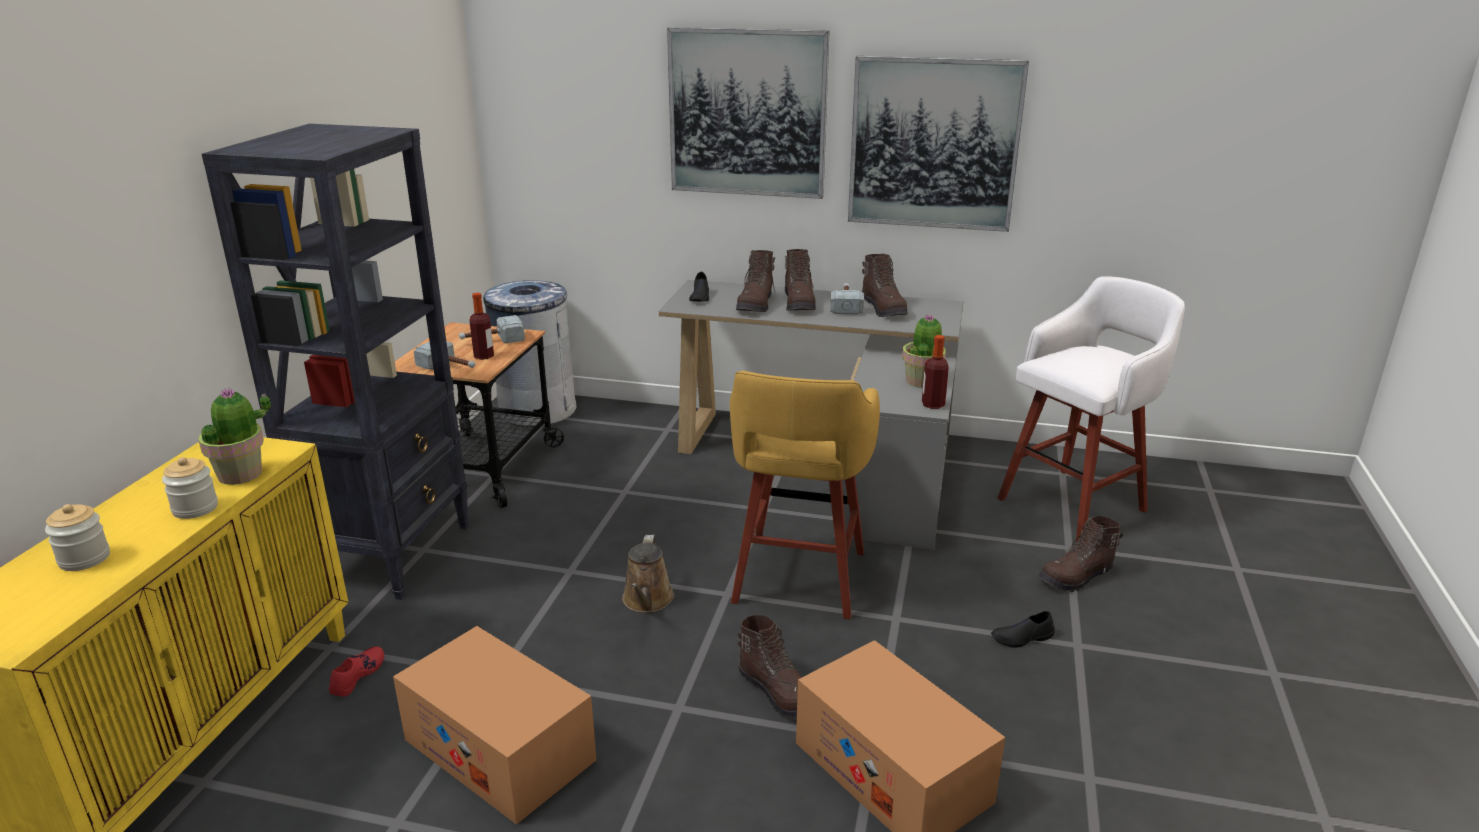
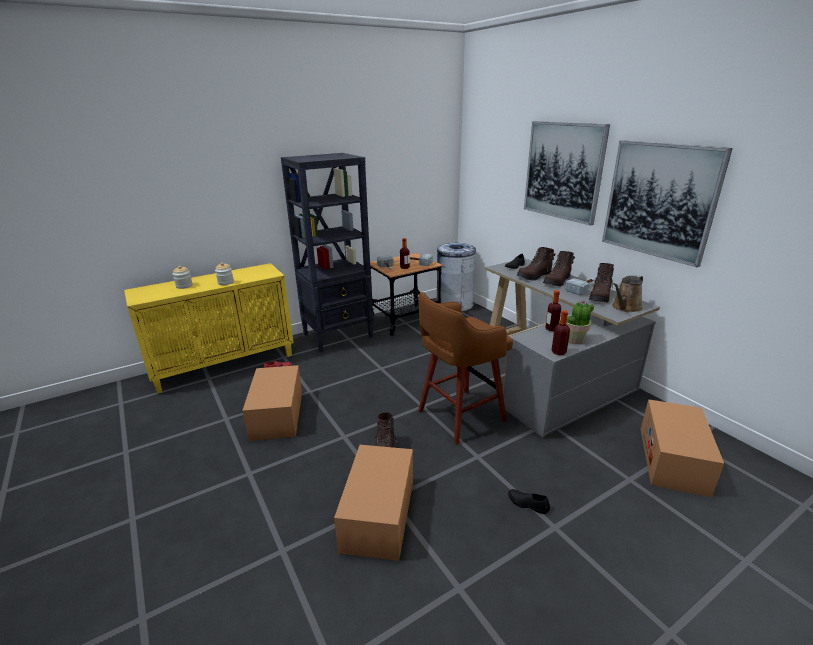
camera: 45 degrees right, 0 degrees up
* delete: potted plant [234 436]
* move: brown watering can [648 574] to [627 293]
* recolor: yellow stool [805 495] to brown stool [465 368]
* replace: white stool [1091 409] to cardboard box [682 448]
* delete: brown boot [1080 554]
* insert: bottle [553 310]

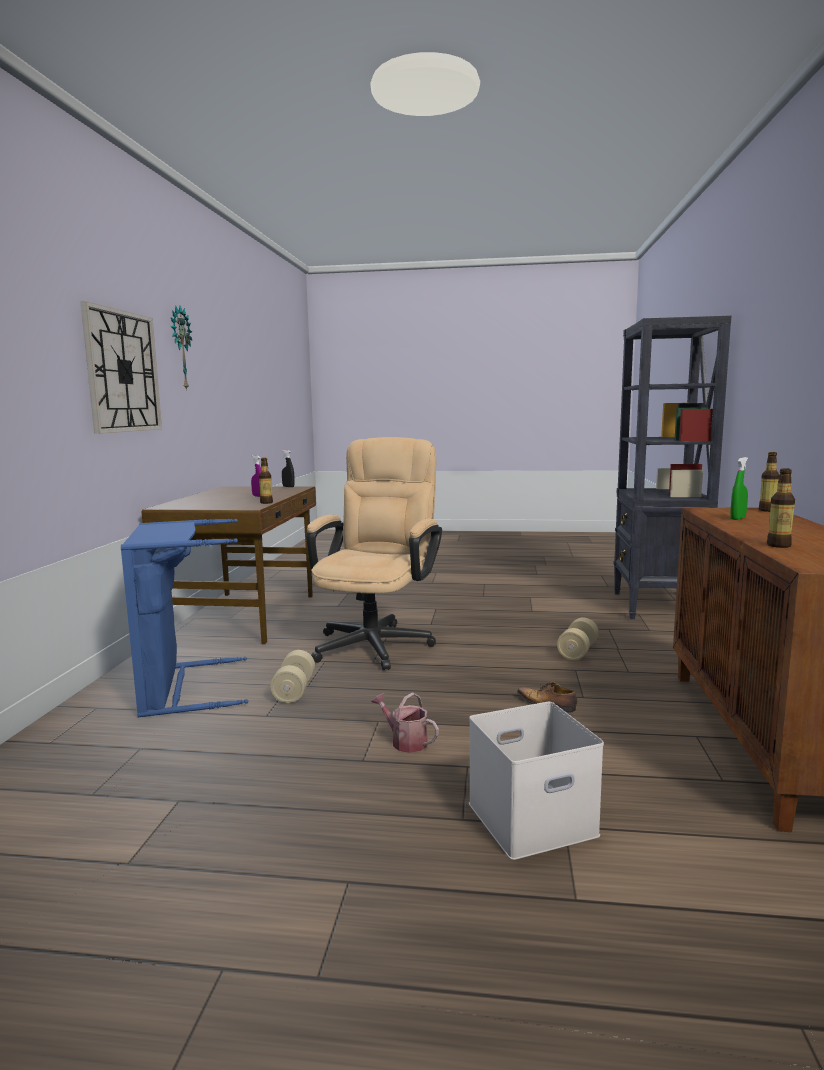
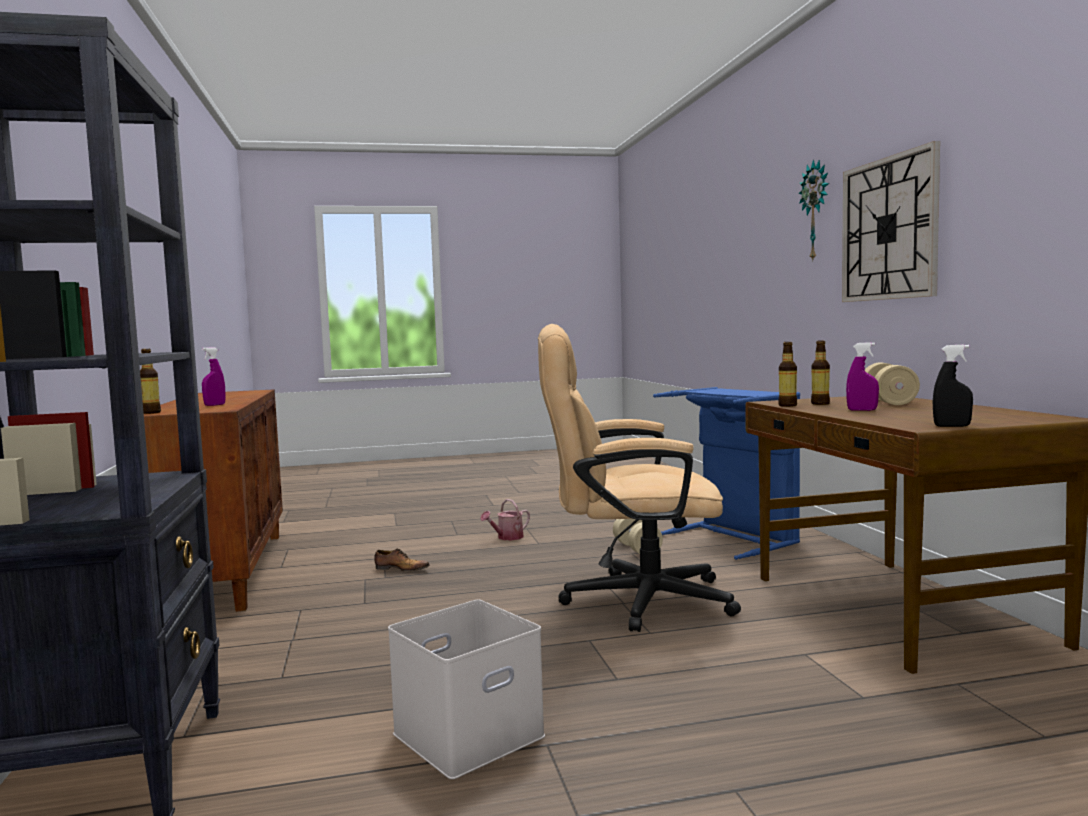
camera: 160 degrees right, 5 degrees down
* move: wall clock [181 348] to [813 211]
* rotate: beige office chair [374 553] = [639 478] 90 degrees clockwise
* rotate: watering can [405 722] = [505 519] 120 degrees clockwise
* move: white storage box [536 781] to [466 689]
* move: beige dumbbell [578 639] to [892 383]
* recolor: green spray bottle [739 488] to purple spray bottle [213 376]
* move: bottle [781 508] to [820 372]

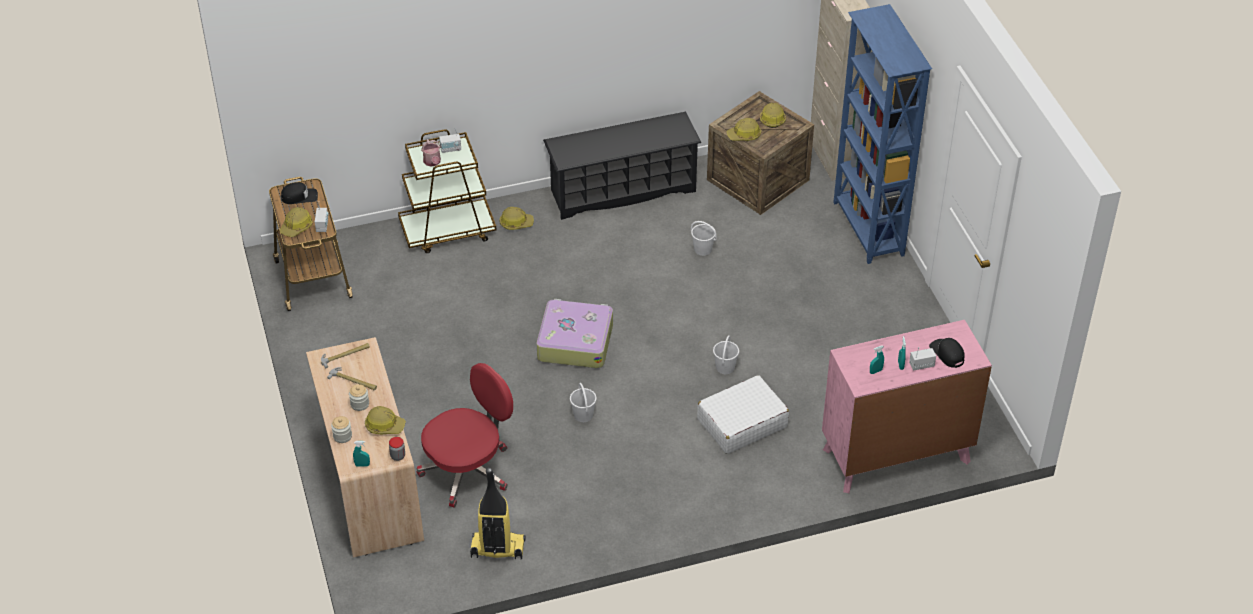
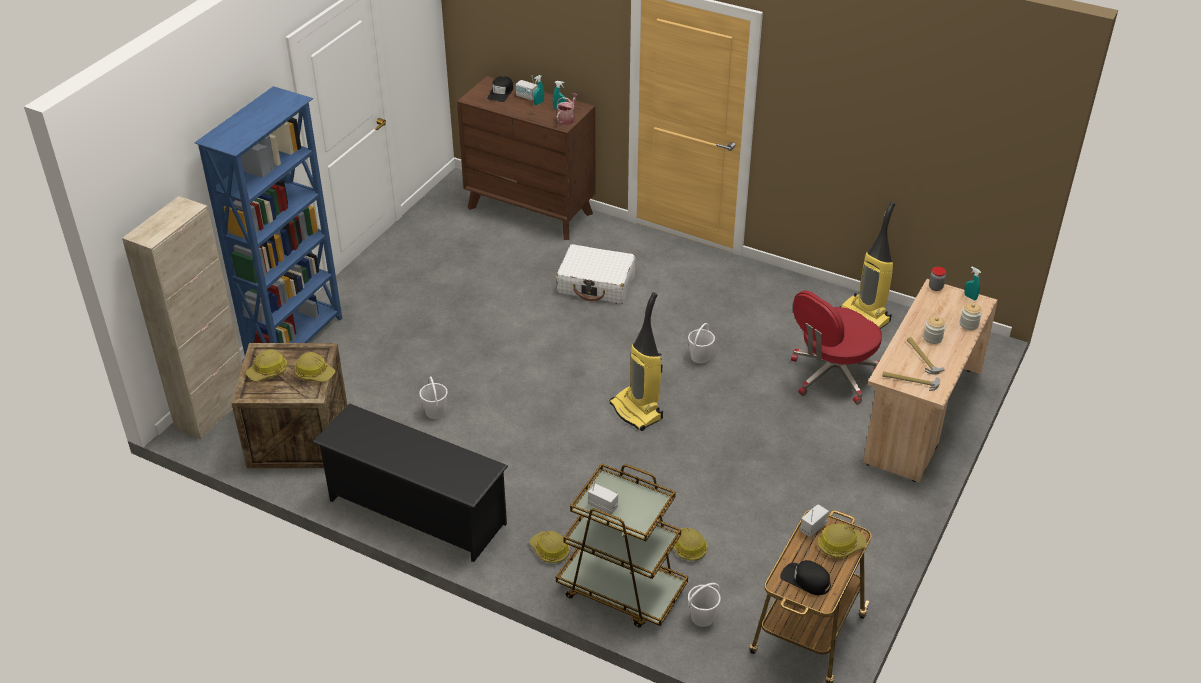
camera: 135 degrees left, 5 degrees down
* move: hard hat [385 420] to [691 544]
* rotate: red office chair [465 435] = [836 347] 45 degrees counterclockwise
* move: watering can [431 153] to [568 109]
* replace: suitcase [575 333] to vacuum cleaner [636 361]
* move: white bucket [726 354] to [704 605]
* recolor: pink dresser [907 406] to brown dresser [526 158]

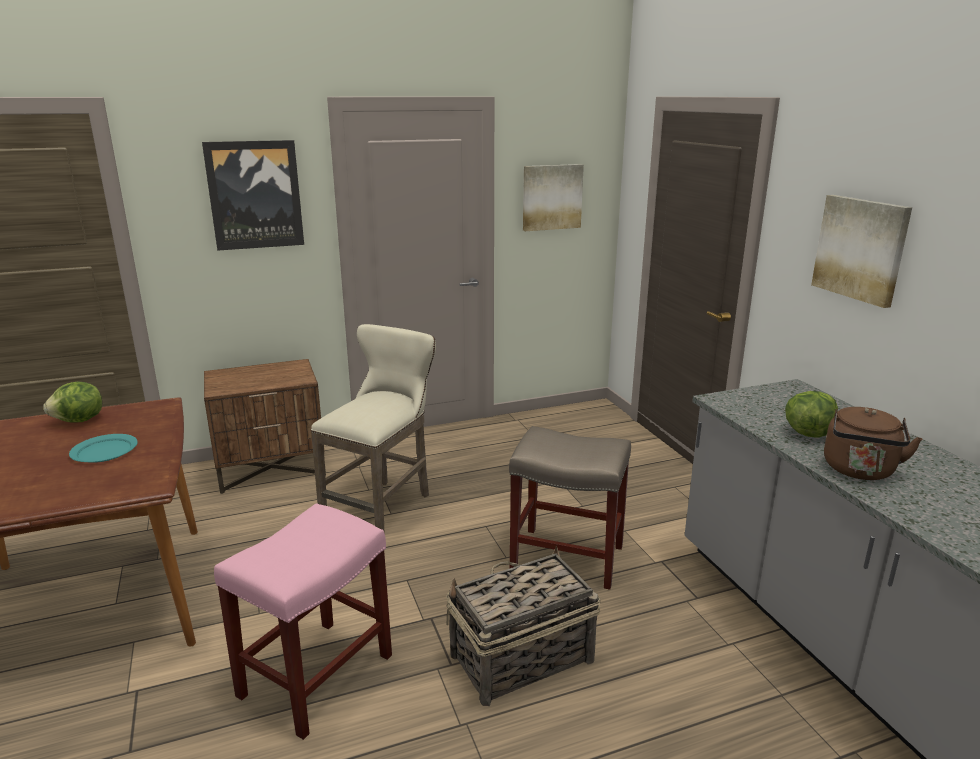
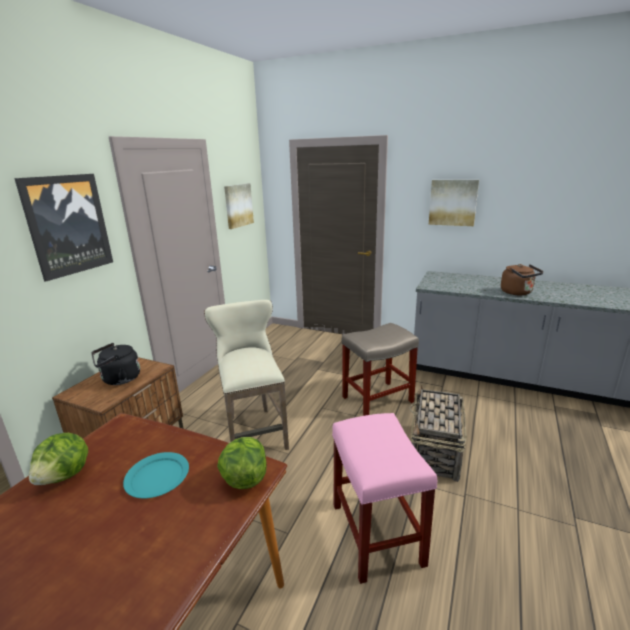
camera: 45 degrees left, 0 degrees up
* move: lettuce [811 414] to [242 463]
* insert: black kettle [115 364]

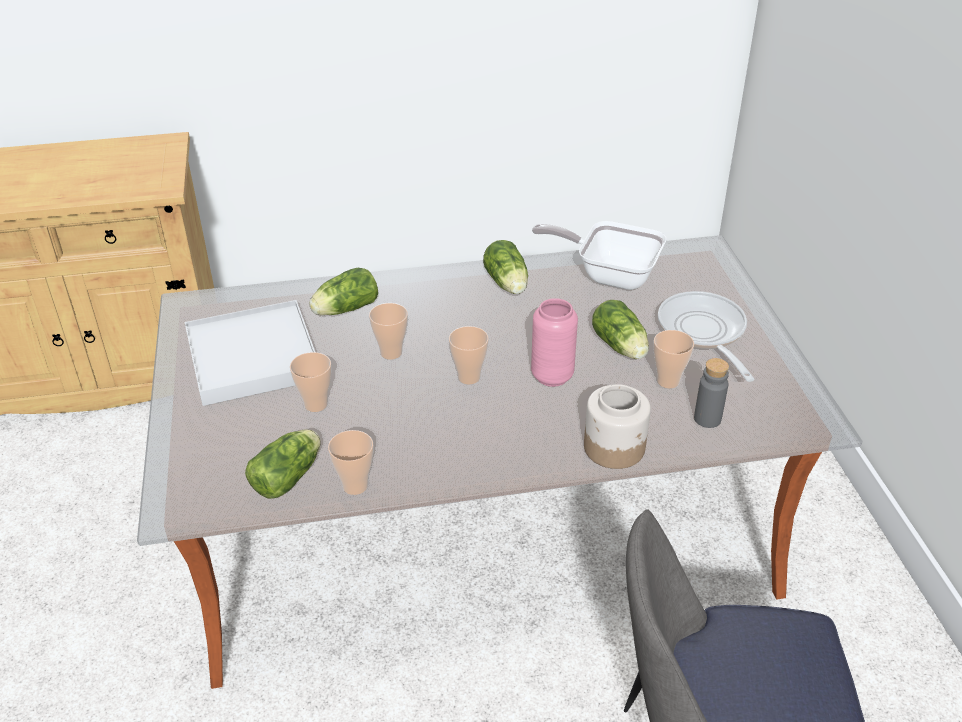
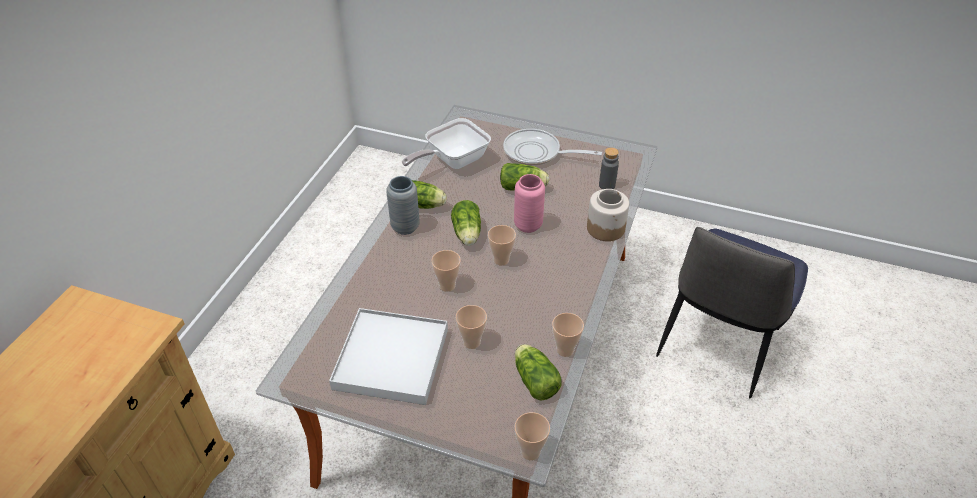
camera: 60 degrees left, 5 degrees up
* move: lettuce [343 291] to [466 223]
* move: cup [673 359] to [532 436]
* insert: grey vase [403 205]

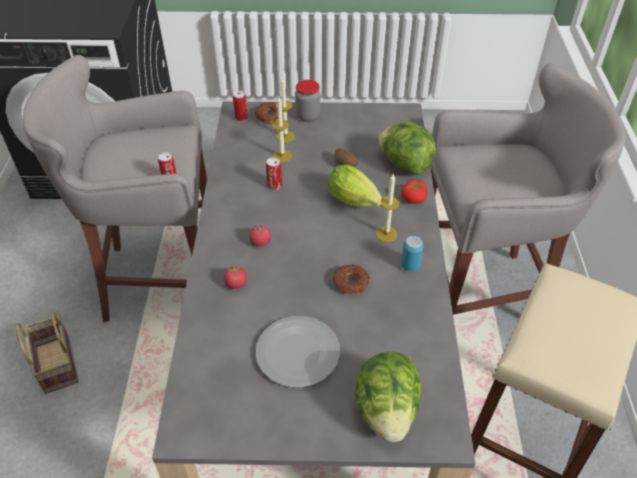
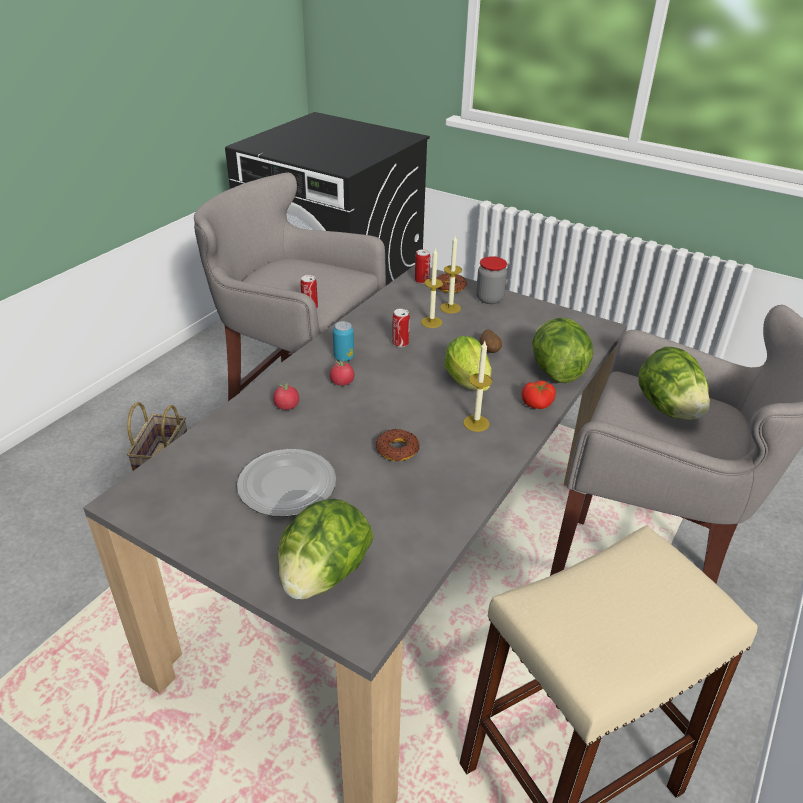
camera: 30 degrees right, 10 degrees down
* move: can [412 254] to [343 341]
* insert: lettuce [674 383]

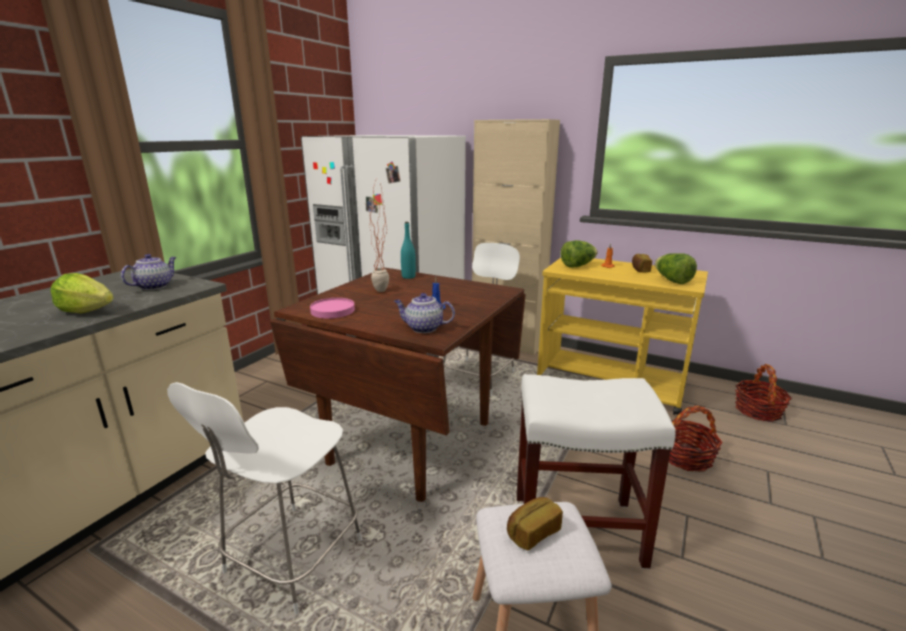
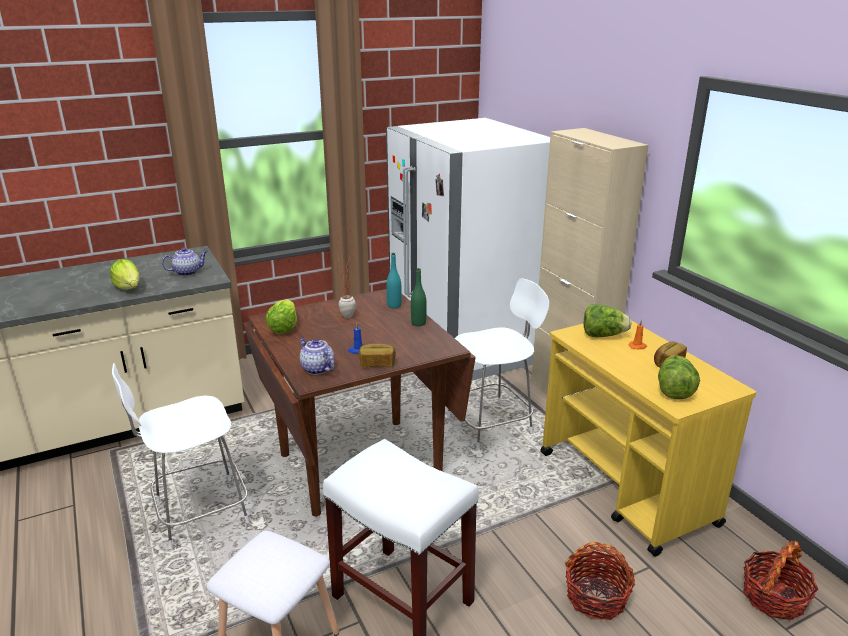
camera: 35 degrees right, 5 degrees up
* replace: pink plate [332 308] to lettuce [281 316]
* move: bread [535 524] to [377 355]
* insert: green bottle [418 297]

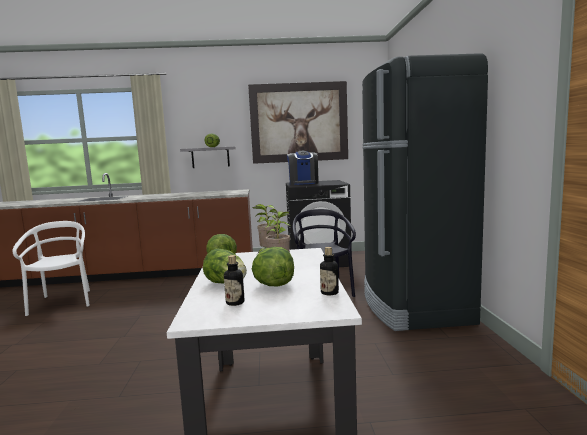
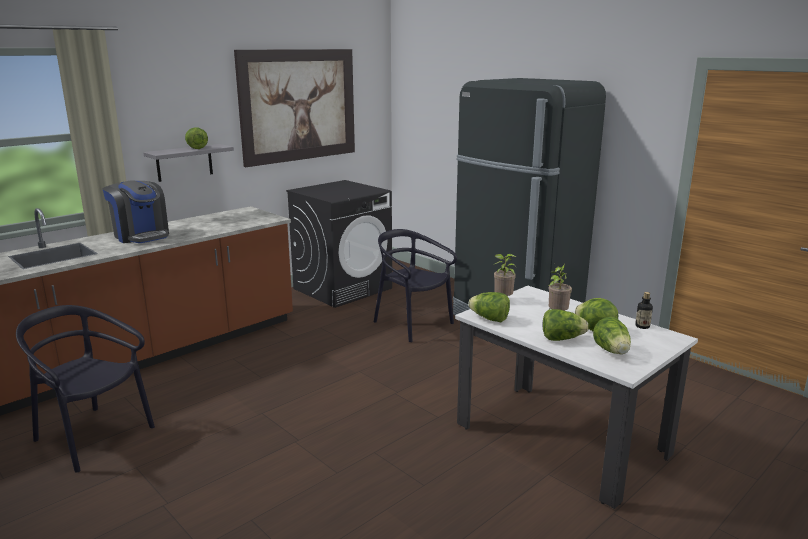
camera: 40 degrees left, 10 degrees up
* recolor: white chair [51 268] to black chair [85 388]
* replace: bottle [234 280] to lettuce [612 335]
* move: coffee machine [303 168] to [135 211]

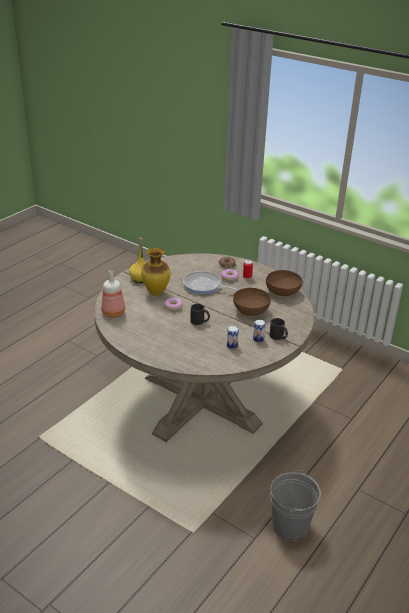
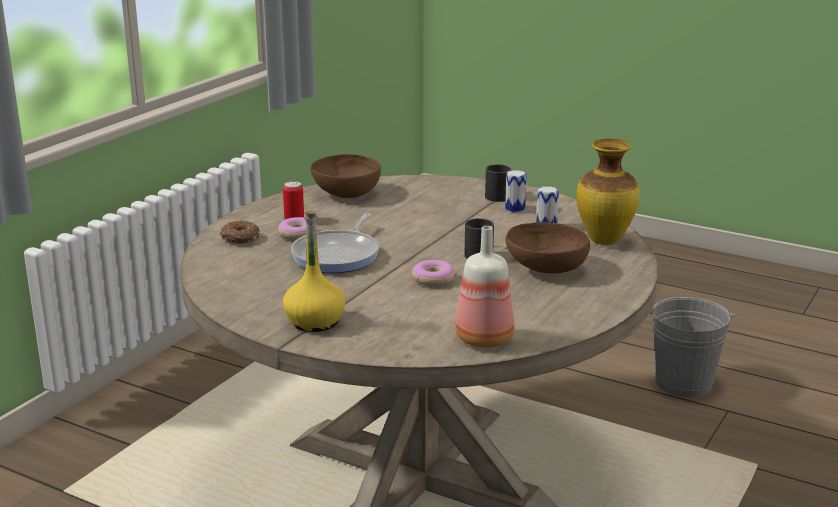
camera: 95 degrees left, 10 degrees down
* move: vase [156 272] to [608 192]
* move: brown bowl [252 302] to [548 247]

